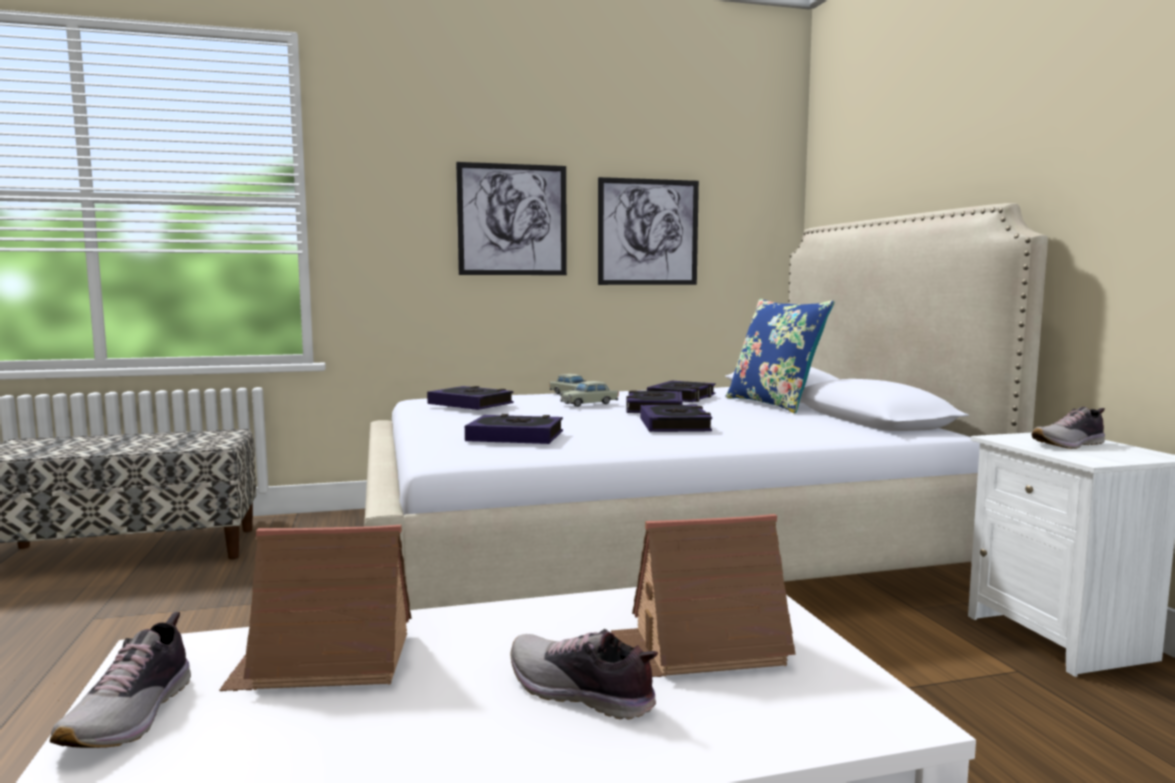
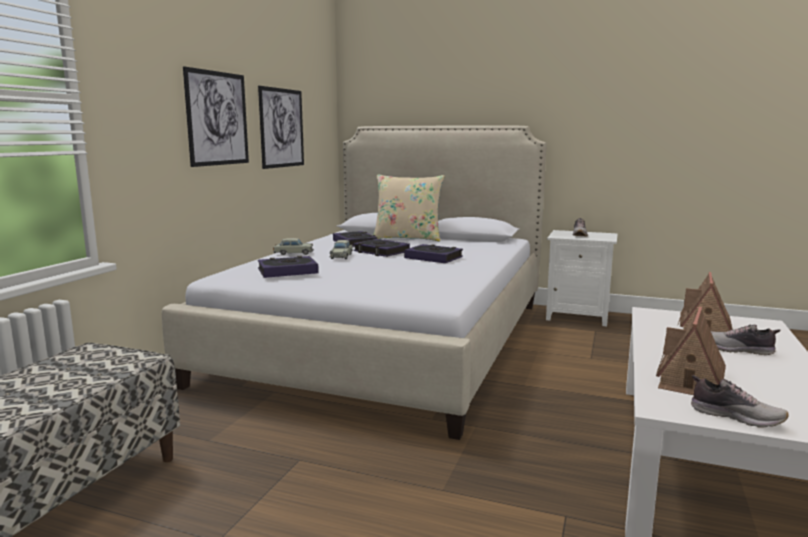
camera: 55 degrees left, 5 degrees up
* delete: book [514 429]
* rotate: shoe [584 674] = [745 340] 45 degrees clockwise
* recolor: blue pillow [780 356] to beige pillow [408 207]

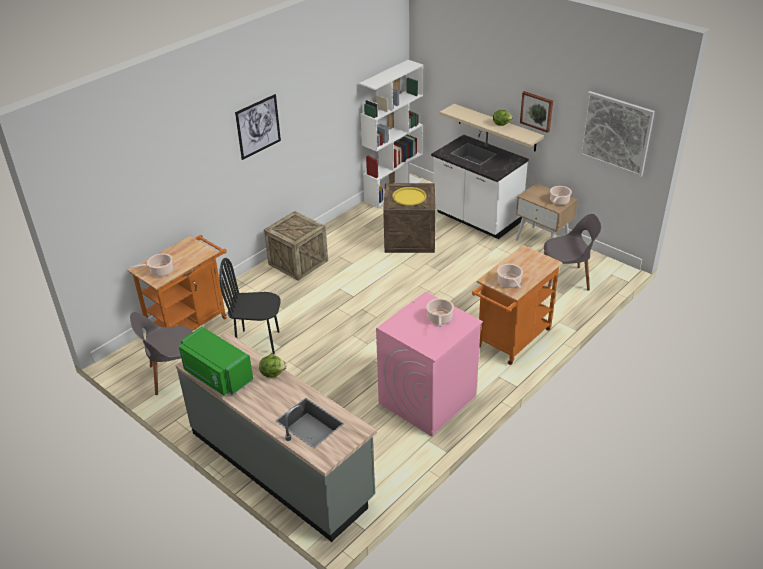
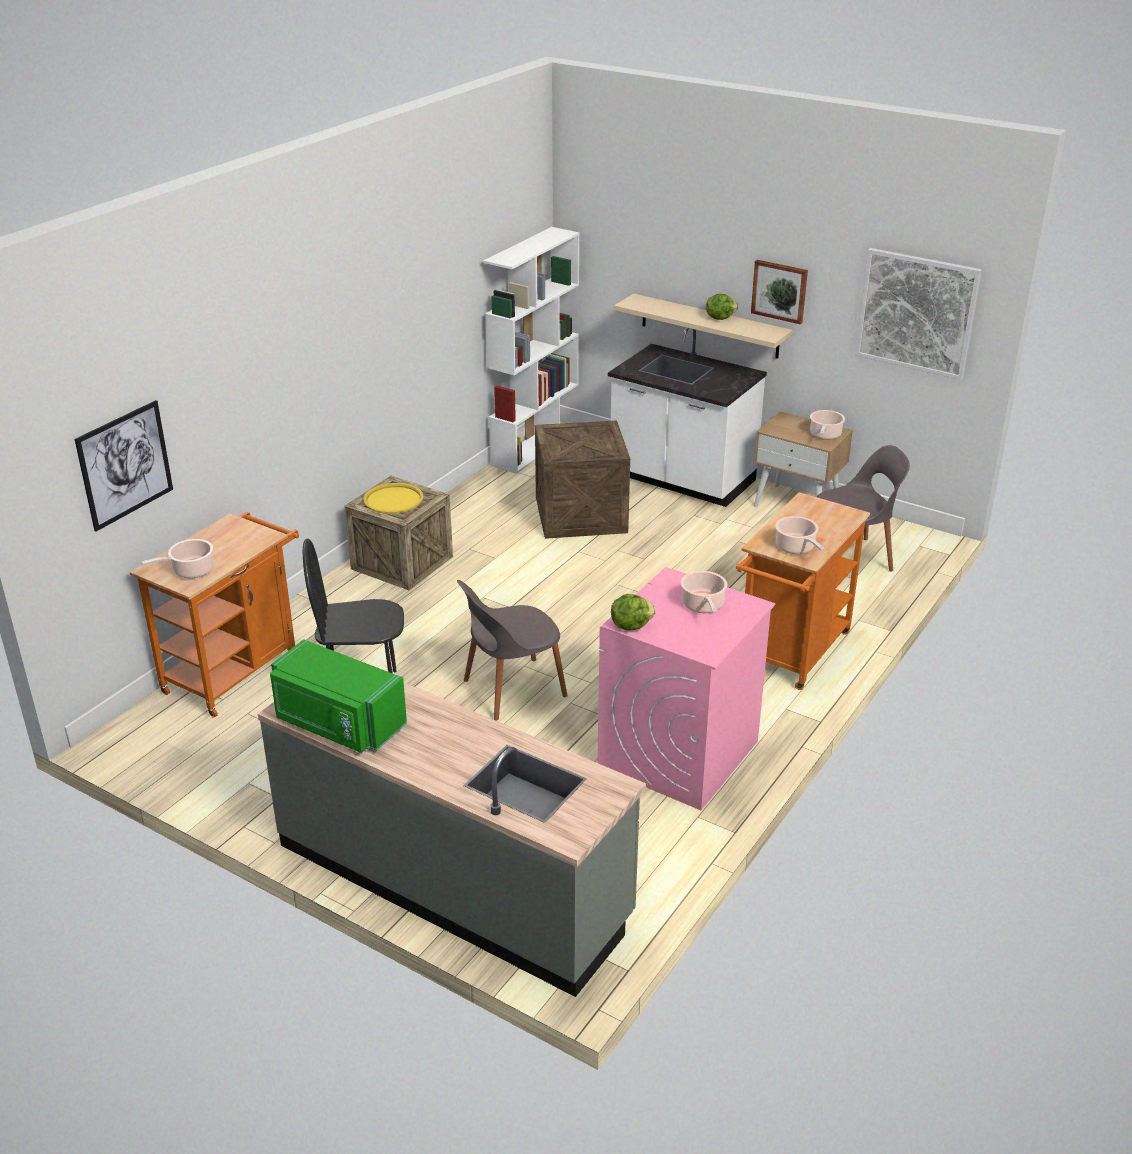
camera: 10 degrees left, 5 degrees down
* move: grey chair [161 353] to [512 650]
* move: picture [258 127] to [124 465]
* move: lettuce [273 366] to [633 612]
* move: yellow tray [409 196] to [393 498]

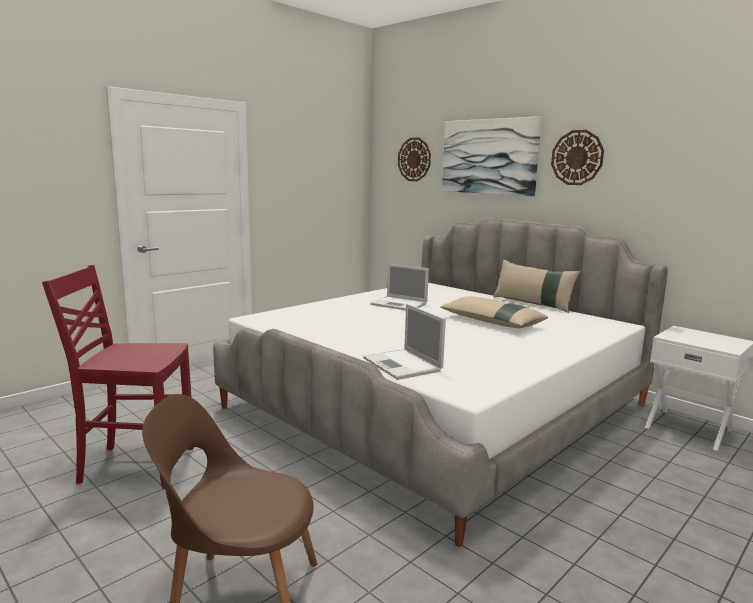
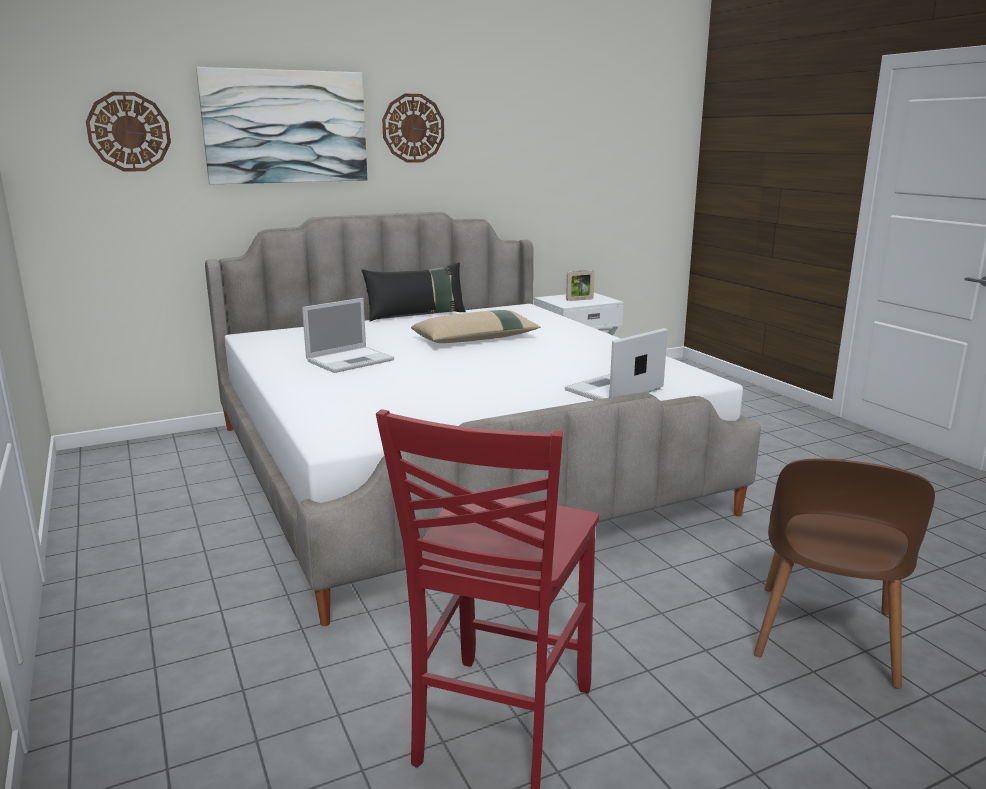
camera: 70 degrees left, 5 degrees up
* rotate: laptop [404 342] = [616 364] 150 degrees clockwise
* recolor: beige pillow [537 286] to black pillow [414 292]
* insert: picture frame [580 285]

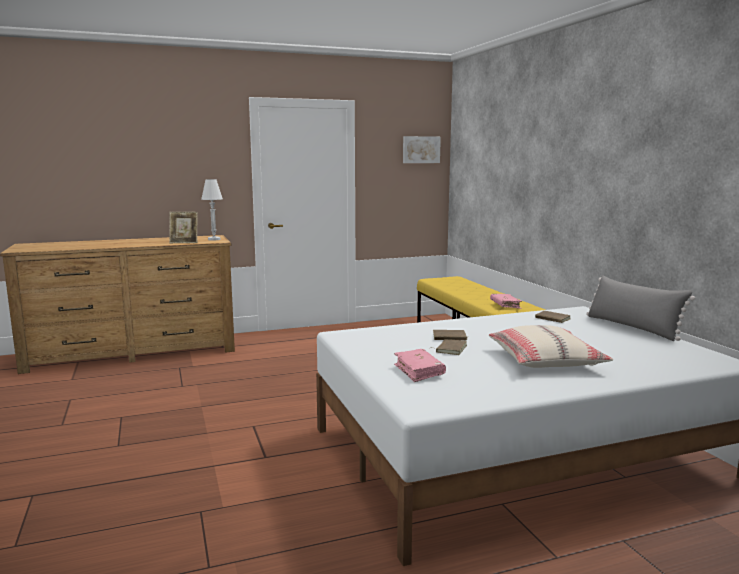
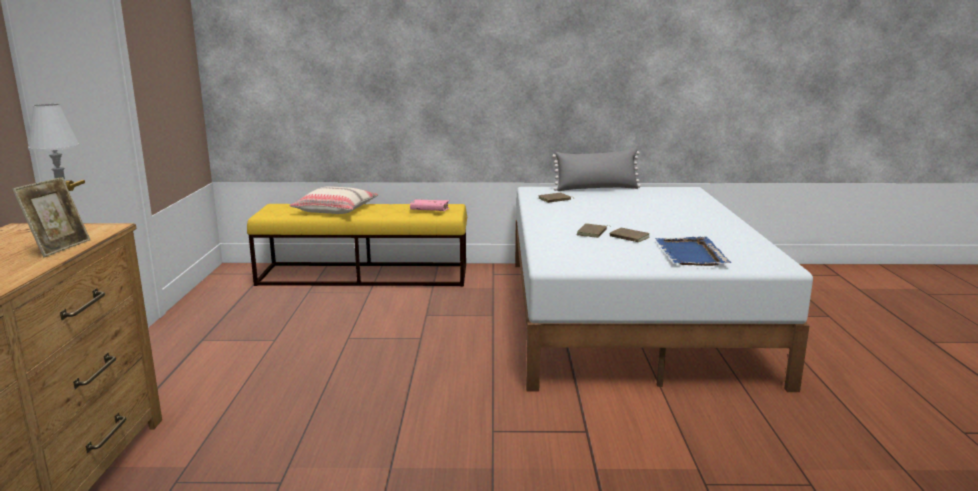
camera: 70 degrees left, 5 degrees up
* replace: pink book [420 365] to blue tray [693 251]
* delete: picture [422 149]
* move: beige pillow [551 346] to [334 200]

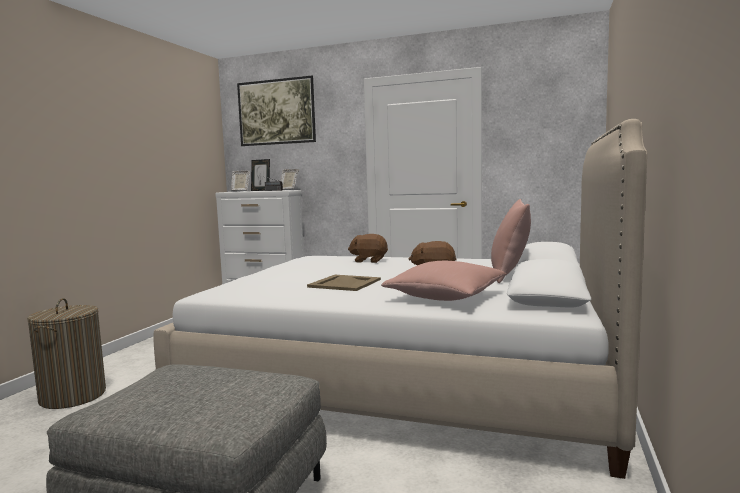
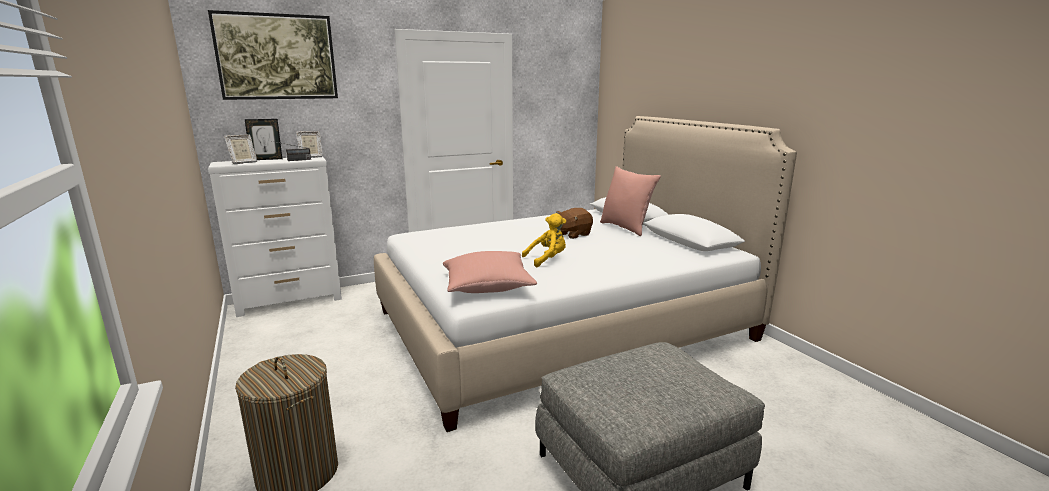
camera: 45 degrees left, 10 degrees up
* replace: beige tray [344 283] to yellow plush toy [544 240]
* delete: brown plush toy [368 248]
* move: pink pillow [443 281] to [490 272]

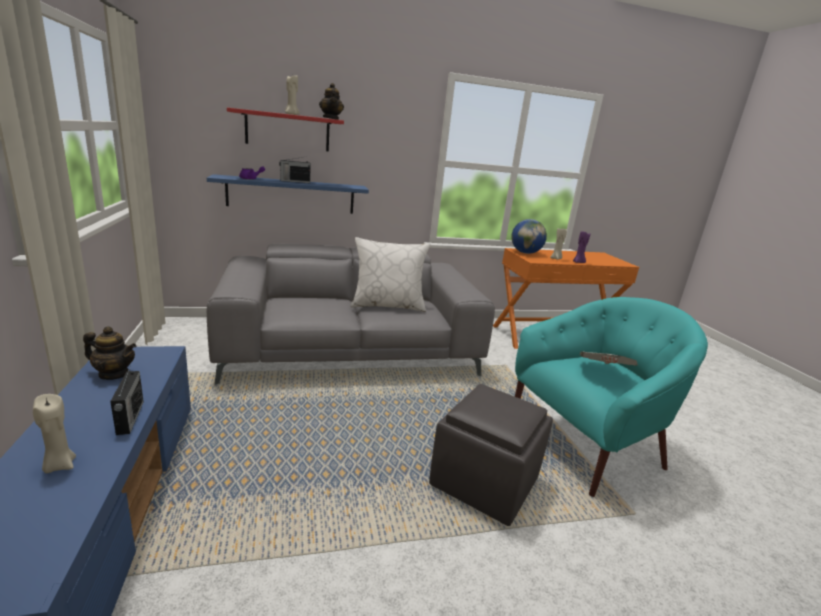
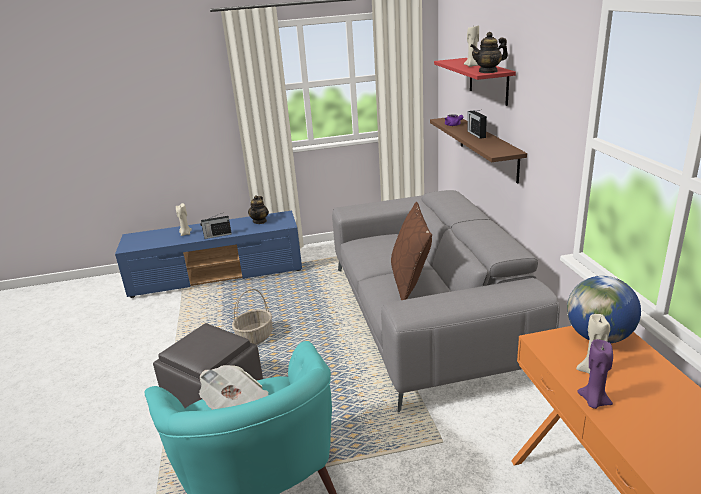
camera: 95 degrees right, 5 degrees up
* recolor: blue shelf [288 194] to brown shelf [478 150]
* recolor: white pillow [390 274] to brown pillow [411 251]
* insert: basket [252 316]

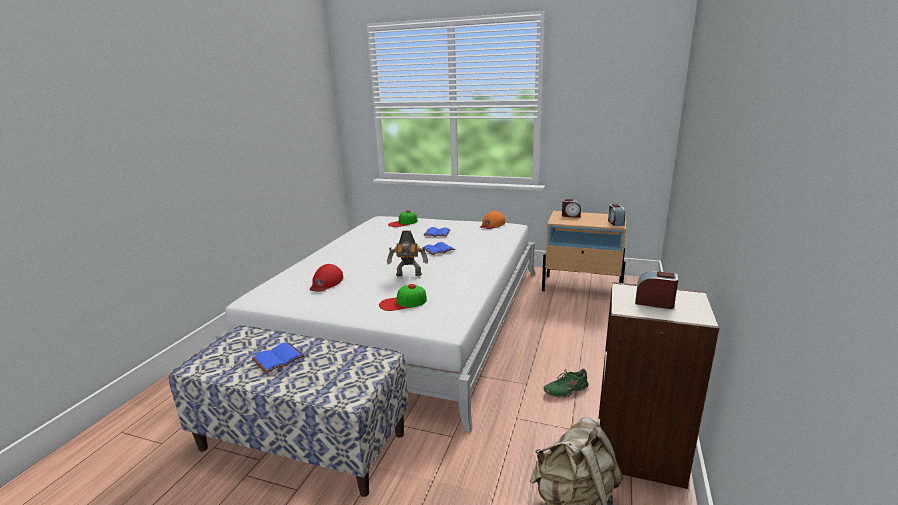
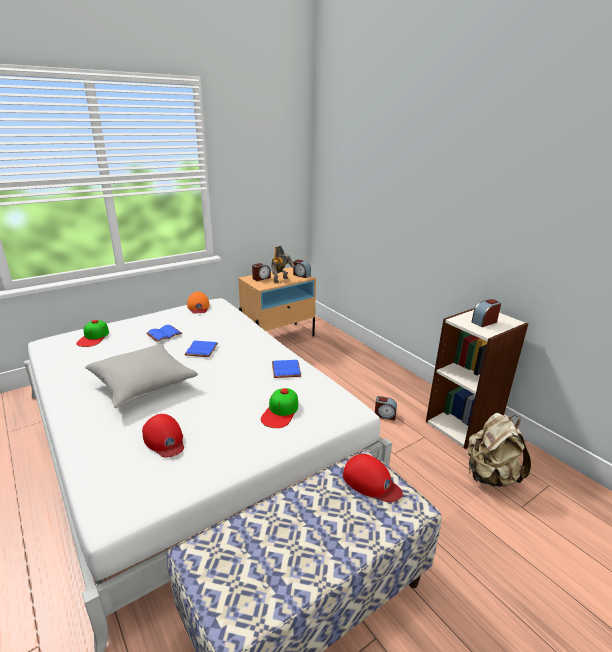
camera: 55 degrees left, 5 degrees up
* move: blue book [278 358] to [286 369]
* move: toy robot [407 253] to [283 264]
* replace: green shoe [566 383] to alarm clock [386 408]
* insert: grey pillow [141 376]
* insert: red cap [373 478]

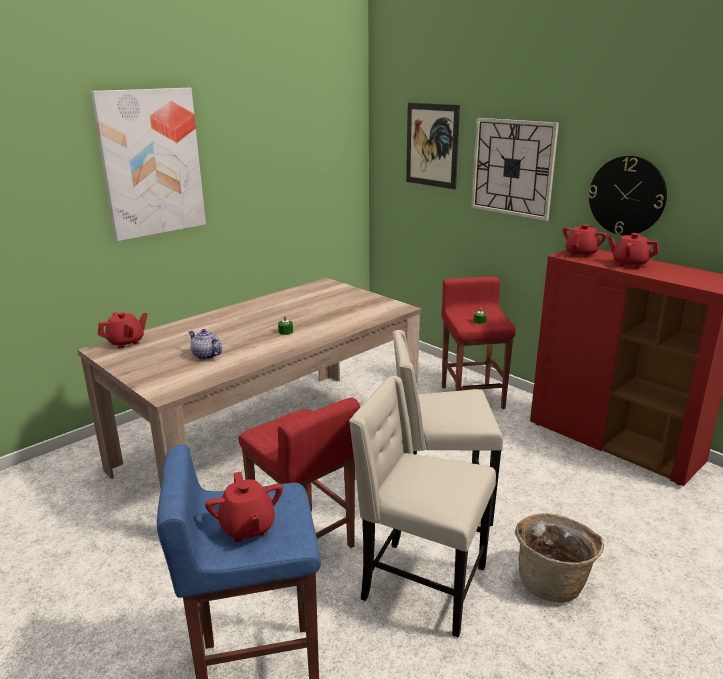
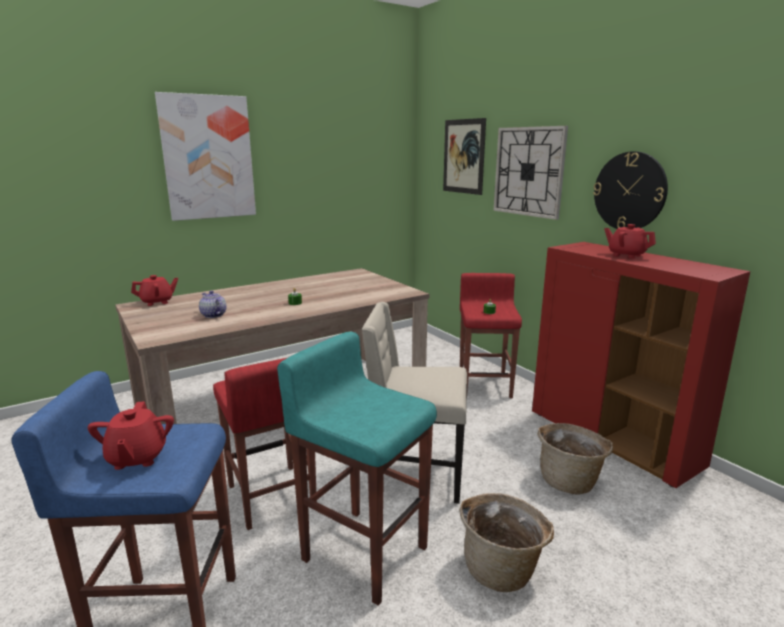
camera: 10 degrees right, 5 degrees down
* replace: beige chair [422 507] to turquoise stool [357 469]
* delete: red teapot [585 241]
* insert: basket [575 459]

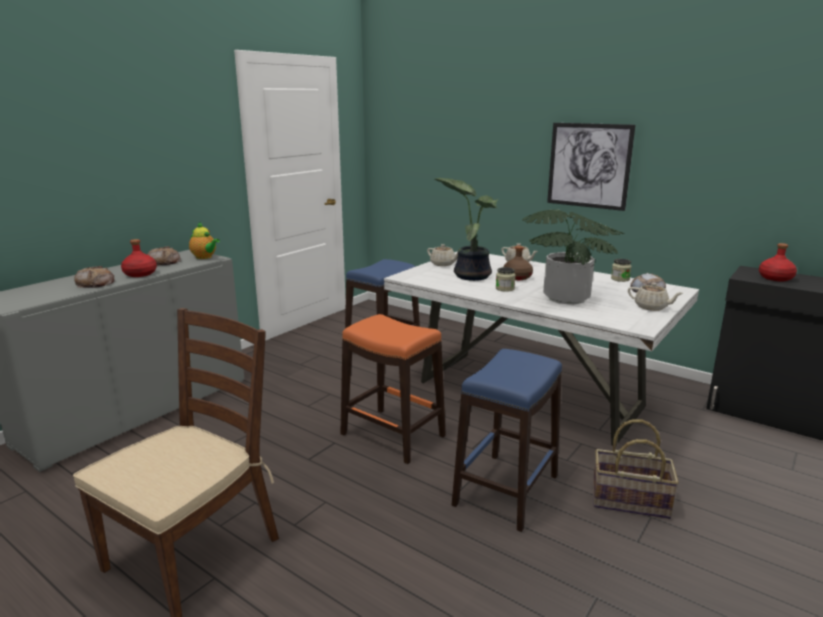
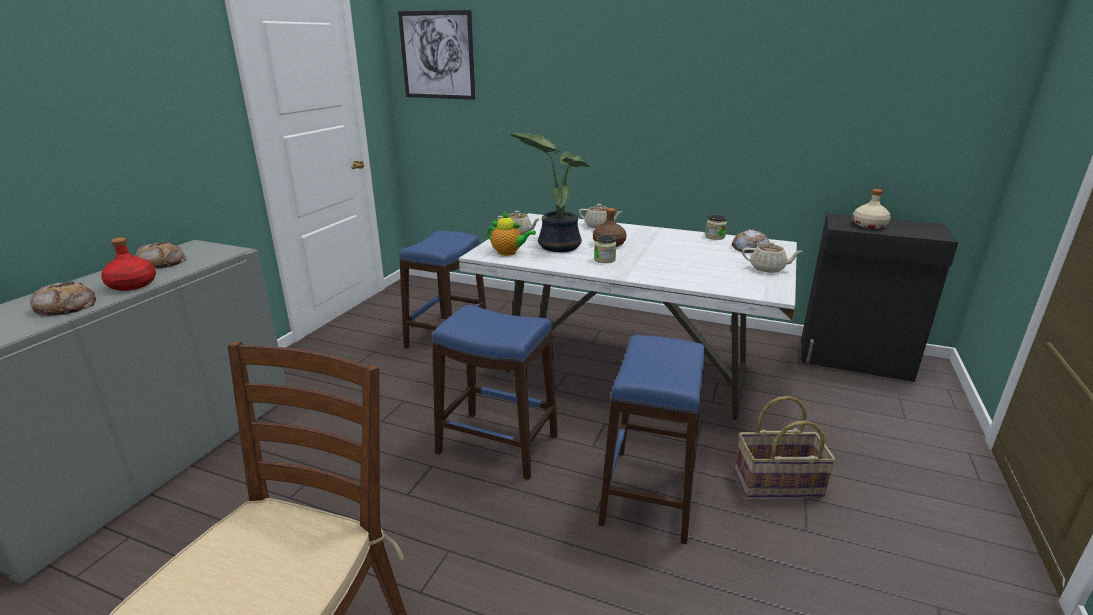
camera: 15 degrees left, 5 degrees up
* move: teapot [204 240] to [511 234]
* recolor: orange stool [393 389] to blue stool [495 392]
* delete: potted plant [573 257]
* move: picture [591 167] to [437 55]
* recolor: red bottle [778 262] to beige bottle [872 209]

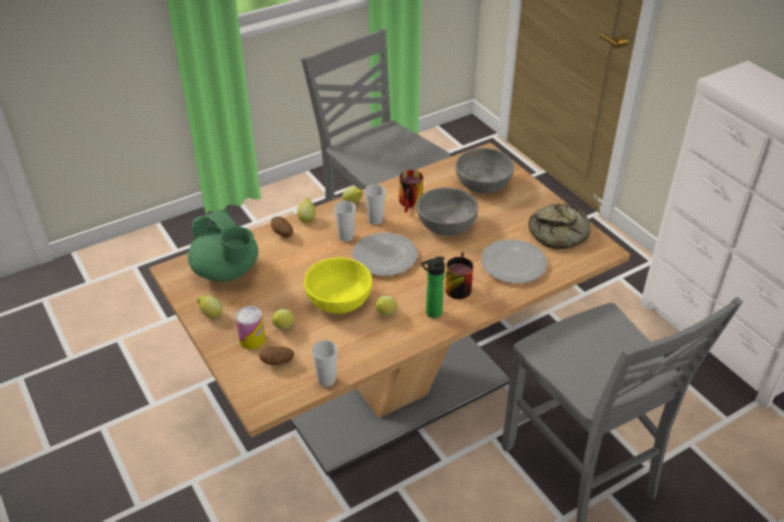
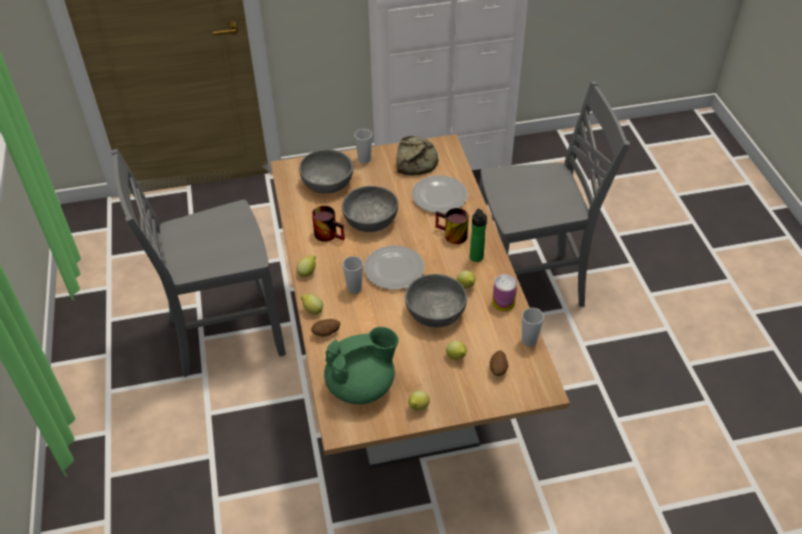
camera: 70 degrees left, 5 degrees up
* move: can [250 328] to [504 293]
* recolor: yellow bowl [338 286] to grey bowl [436 300]
* move: cup [375 204] to [363 146]

